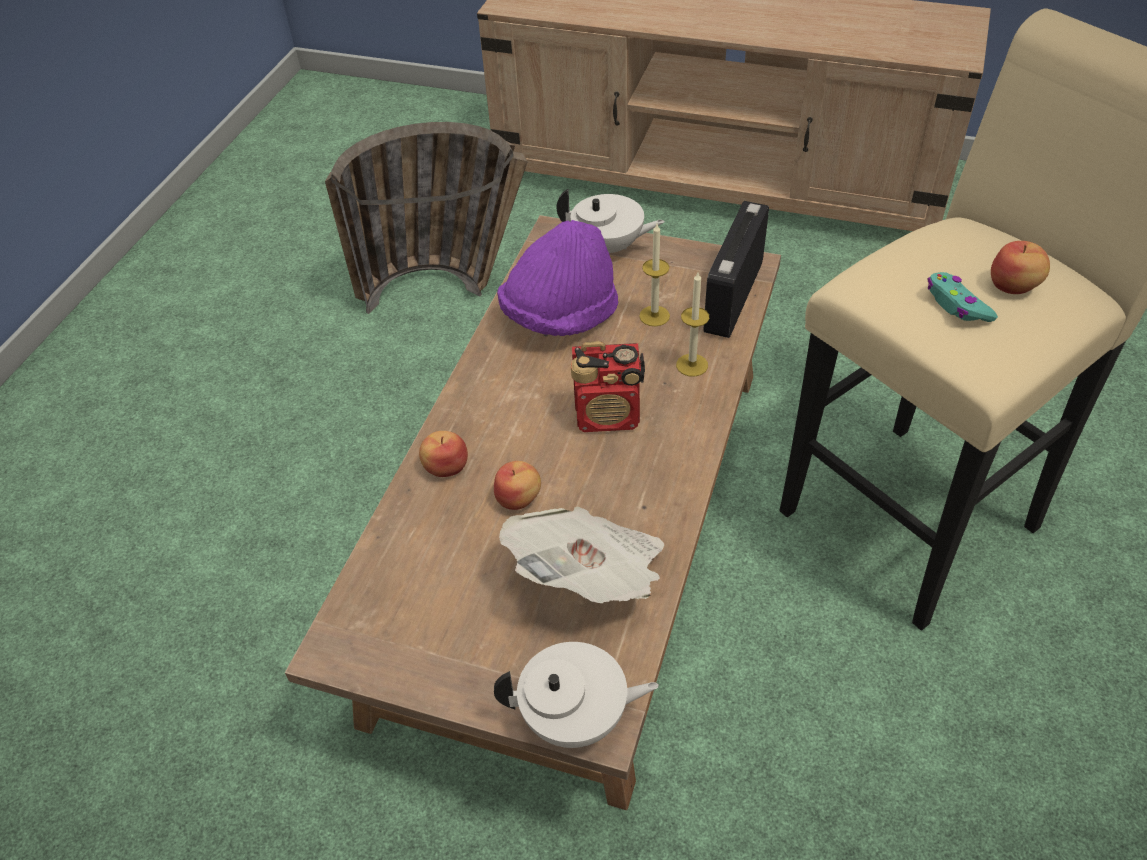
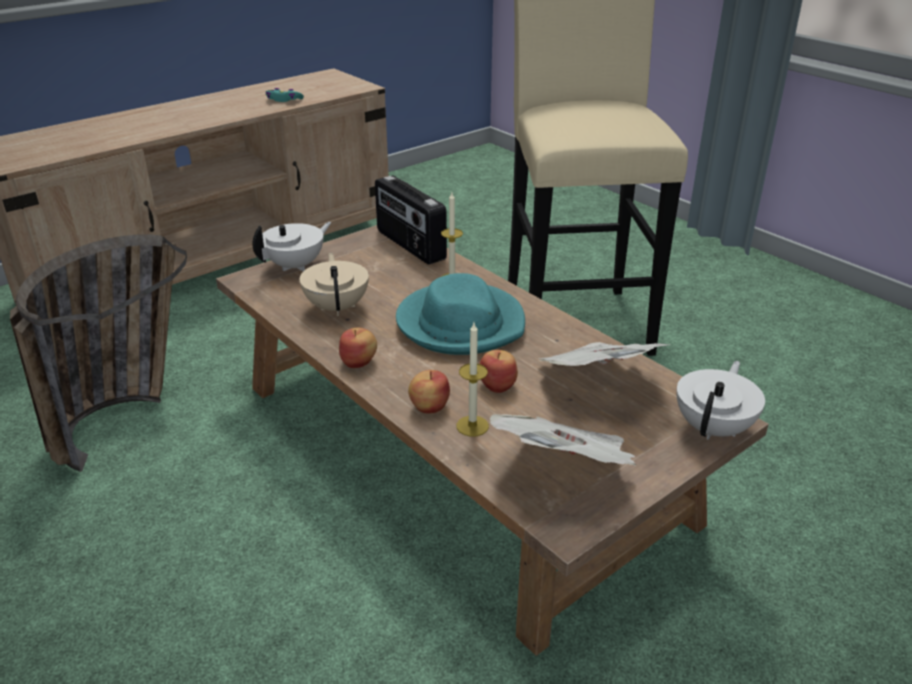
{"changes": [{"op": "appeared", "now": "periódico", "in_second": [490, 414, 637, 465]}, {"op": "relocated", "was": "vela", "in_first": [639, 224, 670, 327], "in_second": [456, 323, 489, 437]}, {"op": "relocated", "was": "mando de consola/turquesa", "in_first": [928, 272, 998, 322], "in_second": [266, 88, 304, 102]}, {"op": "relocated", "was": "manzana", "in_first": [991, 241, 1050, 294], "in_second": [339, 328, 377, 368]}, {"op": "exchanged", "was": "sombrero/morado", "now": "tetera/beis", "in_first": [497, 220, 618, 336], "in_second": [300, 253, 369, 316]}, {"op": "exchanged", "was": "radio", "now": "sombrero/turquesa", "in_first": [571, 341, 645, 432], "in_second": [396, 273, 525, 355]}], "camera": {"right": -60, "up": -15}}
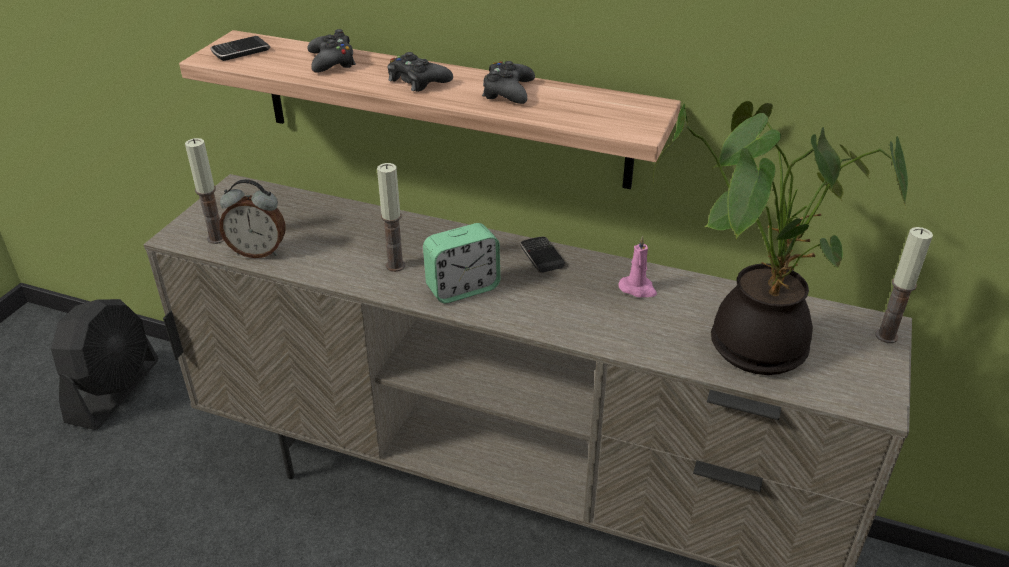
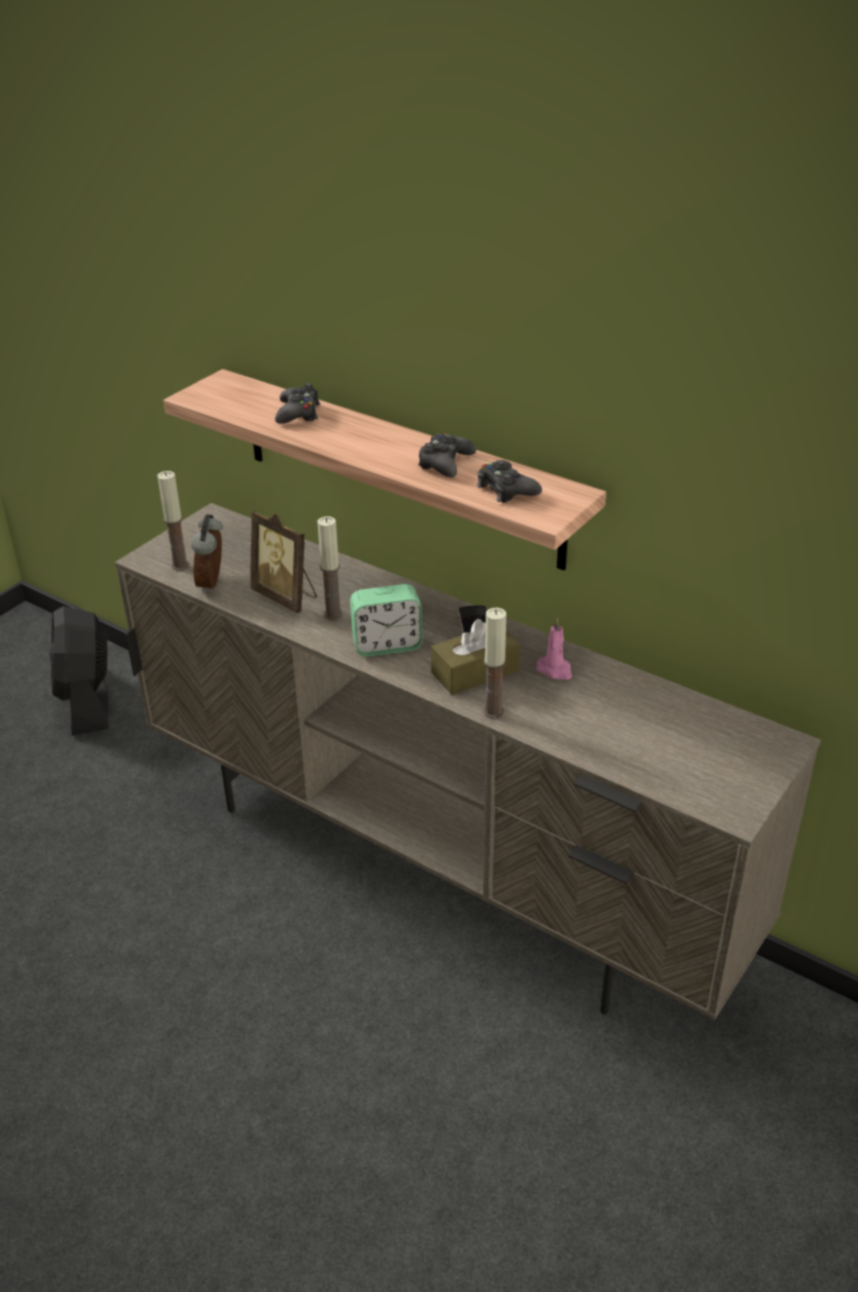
{"changes": [{"op": "missing", "was": "móvil", "in_first": [210, 36, 271, 61]}, {"op": "missing", "was": "planta en maceta", "in_first": [653, 101, 908, 375]}, {"op": "appeared", "now": "portarretratos", "in_second": [250, 510, 317, 613]}, {"op": "appeared", "now": "caja de pañuelos/marrón", "in_second": [431, 619, 520, 695]}, {"op": "relocated", "was": "mando de consola/negro", "in_first": [388, 52, 453, 92], "in_second": [477, 460, 542, 503]}, {"op": "relocated", "was": "vela", "in_first": [875, 227, 933, 343], "in_second": [483, 608, 506, 719]}, {"op": "spun", "was": "ventilador/negro", "in_first": [51, 299, 158, 430], "in_second": [49, 606, 108, 735], "clockwise": 135}, {"op": "spun", "was": "despertador", "in_first": [219, 179, 286, 258], "in_second": [191, 514, 223, 594], "clockwise": 75}], "camera": {"right": 15, "up": 0}}
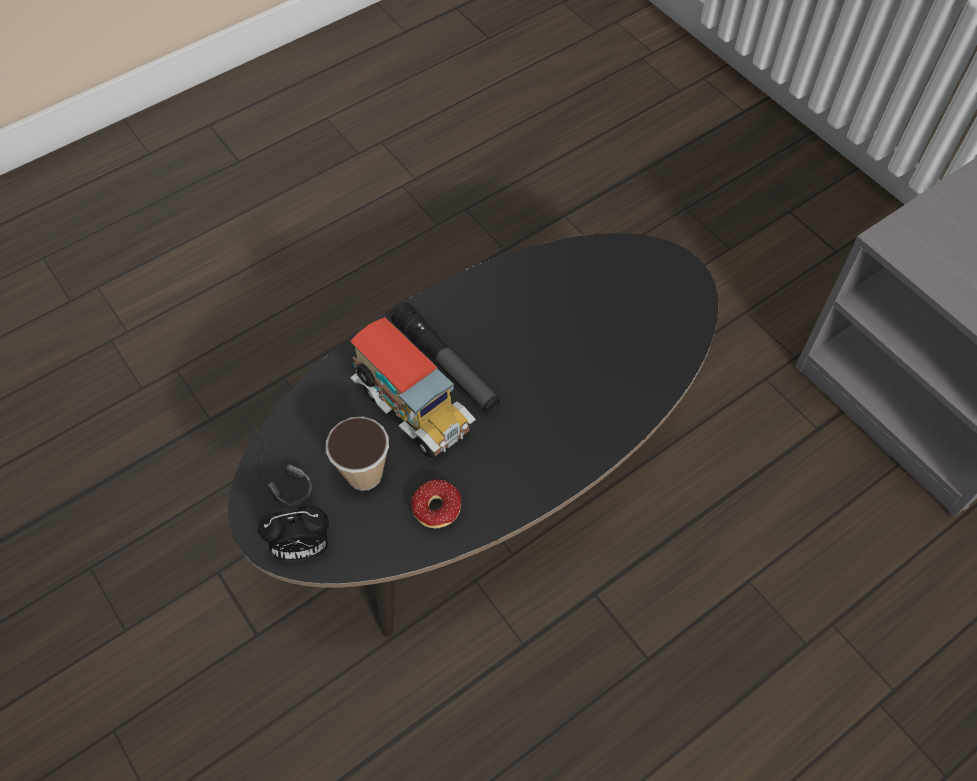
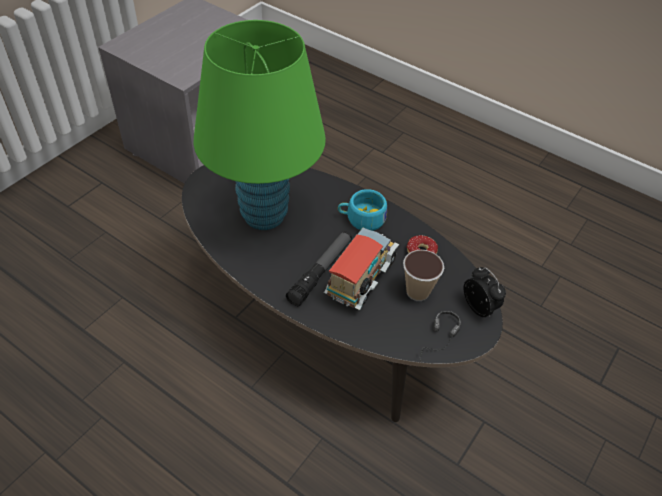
{"changes": [{"op": "appeared", "now": "lámpara de mesa/verde", "in_second": [194, 20, 326, 230]}, {"op": "appeared", "now": "taza/turquesa", "in_second": [338, 189, 387, 231]}], "camera": {"right": -110, "up": -10}}
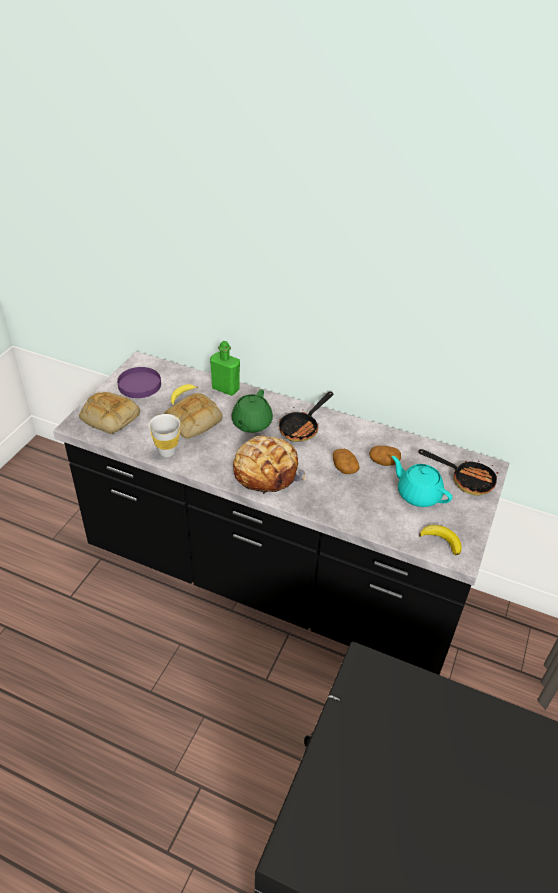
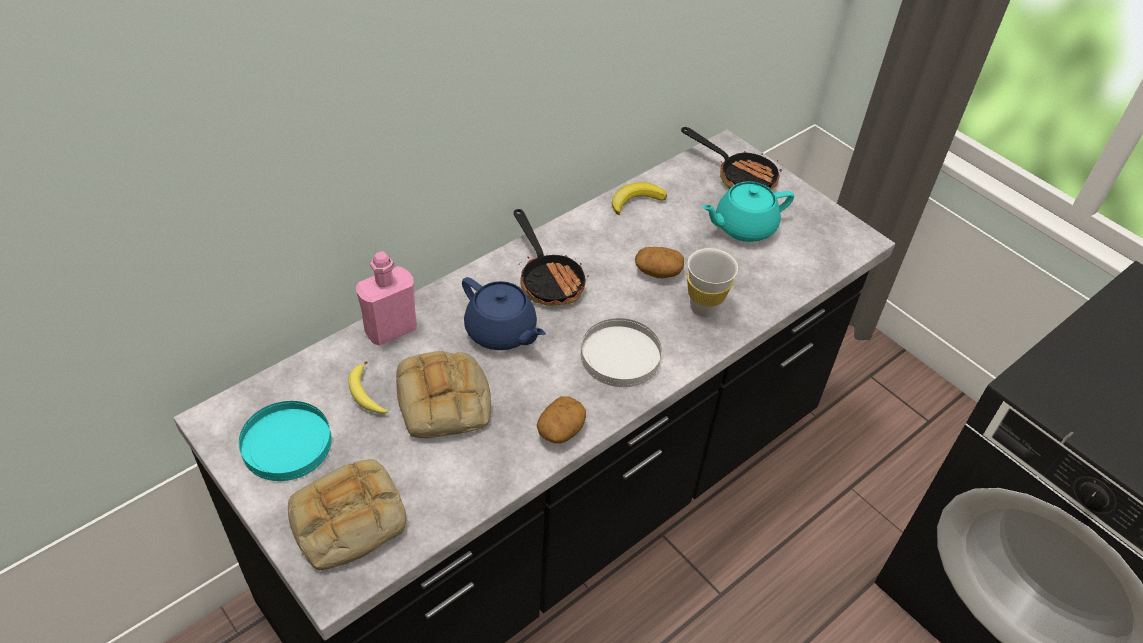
{"changes": [{"op": "relocated", "was": "taza/blanco", "in_first": [149, 414, 180, 457], "in_second": [687, 248, 738, 317]}, {"op": "relocated", "was": "patata", "in_first": [369, 446, 401, 466], "in_second": [537, 396, 586, 443]}, {"op": "relocated", "was": "plátano", "in_first": [419, 525, 462, 556], "in_second": [612, 182, 667, 215]}, {"op": "exchanged", "was": "pan", "now": "plato/blanco", "in_first": [233, 436, 307, 494], "in_second": [581, 318, 662, 387]}, {"op": "colour", "was": "plato/morado", "now": "plato/turquesa", "in_first": [117, 367, 161, 398], "in_second": [239, 401, 332, 481]}, {"op": "colour", "was": "botella/verde", "now": "botella/rosa", "in_first": [210, 341, 240, 396], "in_second": [356, 252, 417, 346]}, {"op": "colour", "was": "tetera/verde", "now": "tetera/azul", "in_first": [232, 389, 273, 433], "in_second": [462, 277, 546, 350]}, {"op": "spun", "was": "sartén", "in_first": [418, 449, 498, 496], "in_second": [681, 127, 783, 189], "clockwise": 75}], "camera": {"right": -65, "up": 5}}
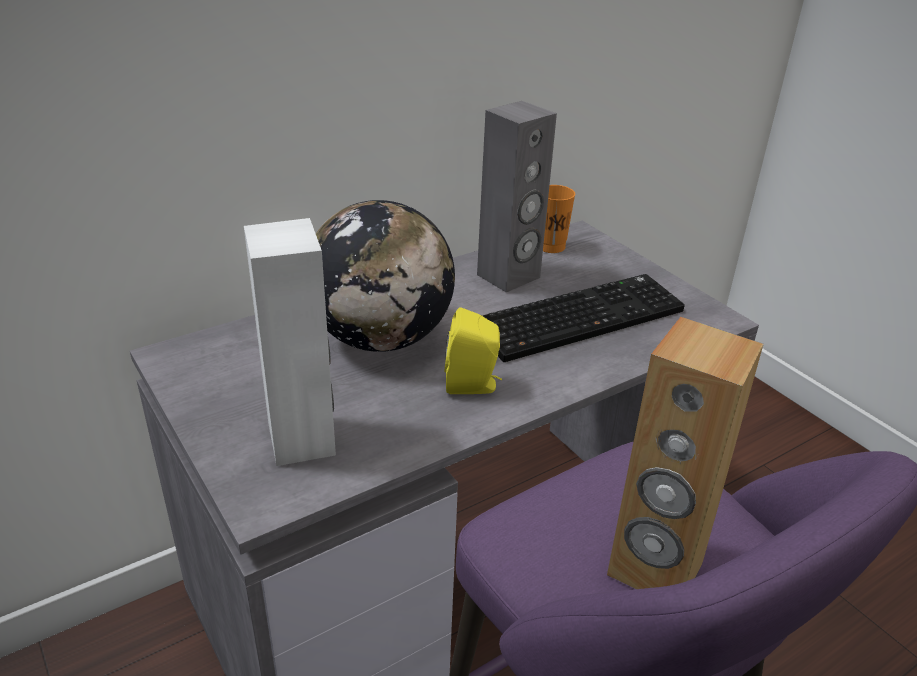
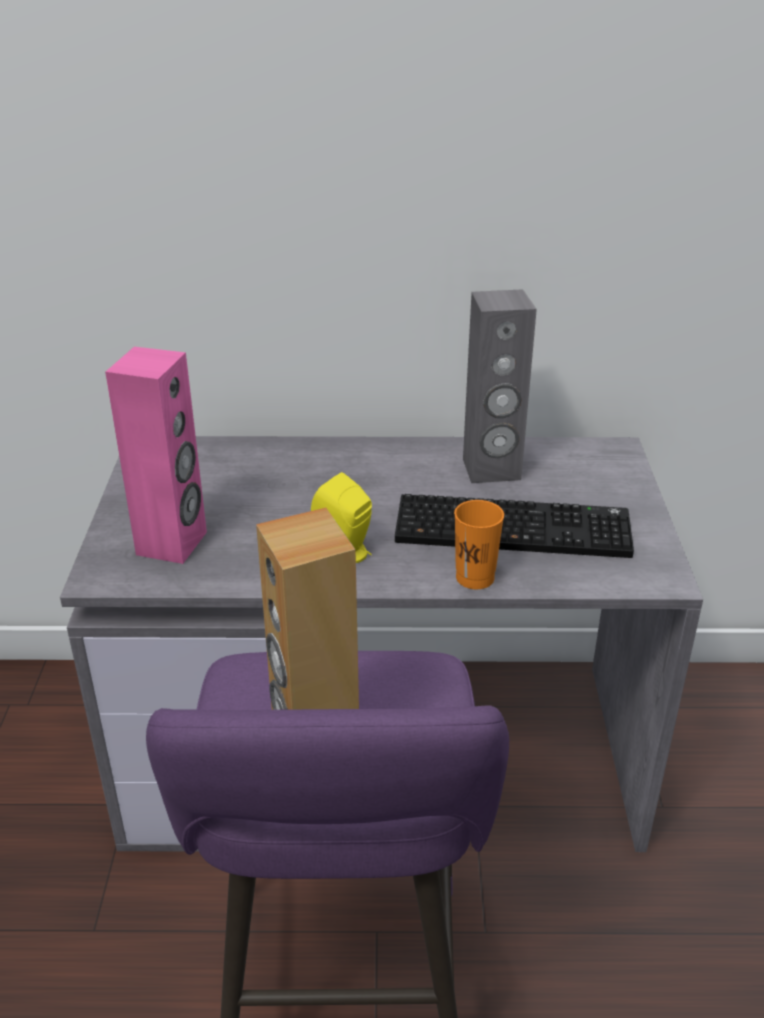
{"changes": [{"op": "missing", "was": "globo terráqueo", "in_first": [316, 200, 455, 352]}, {"op": "relocated", "was": "taza/naranja", "in_first": [543, 185, 575, 253], "in_second": [454, 500, 504, 589]}, {"op": "colour", "was": "altavoz/blanco", "now": "altavoz/rosa", "in_first": [244, 218, 336, 466], "in_second": [105, 347, 207, 564]}], "camera": {"right": 35, "up": 0}}
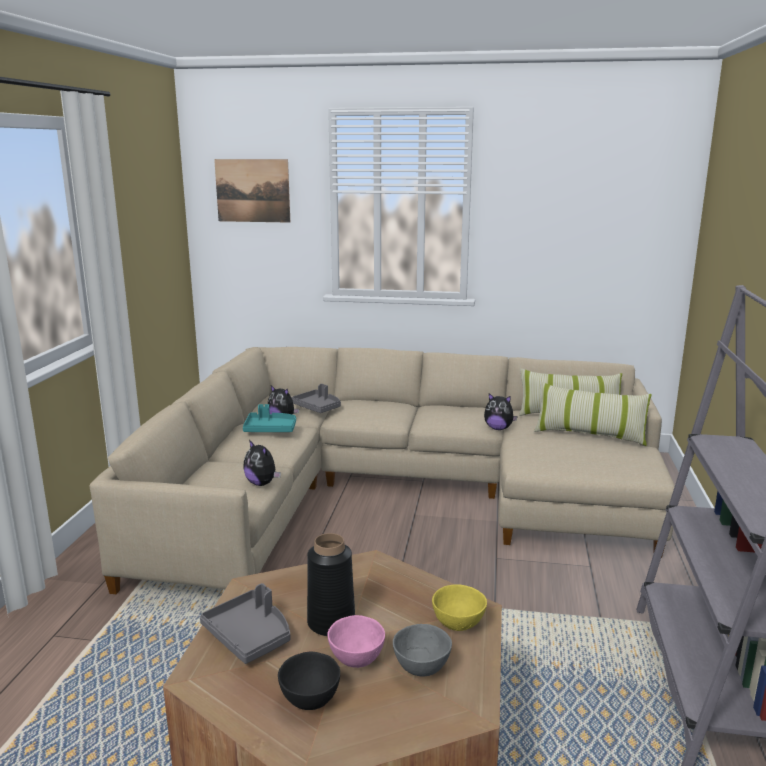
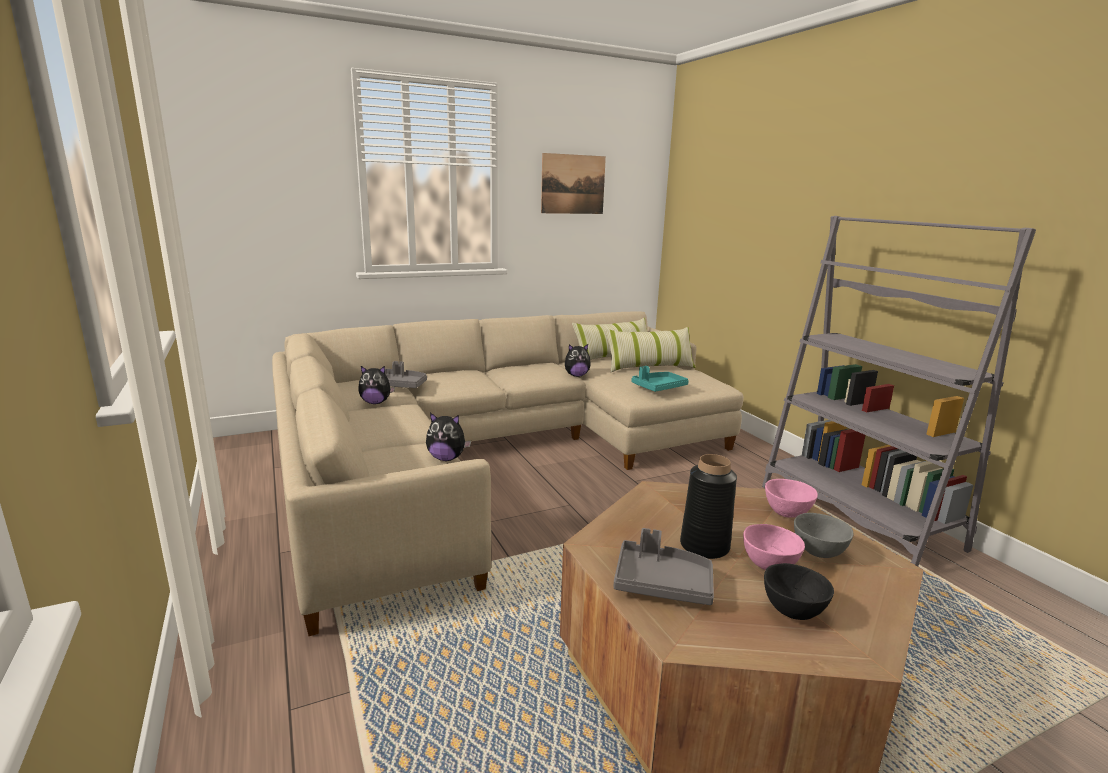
{"changes": [{"op": "relocated", "was": "cuadro", "in_first": [214, 159, 290, 223], "in_second": [541, 153, 606, 214]}, {"op": "relocated", "was": "bandeja/turquesa", "in_first": [243, 404, 296, 432], "in_second": [631, 366, 689, 392]}, {"op": "colour", "was": "cuenco/amarillo", "now": "cuenco/rosa", "in_first": [432, 584, 487, 631], "in_second": [765, 479, 818, 518]}], "camera": {"right": -35, "up": 0}}
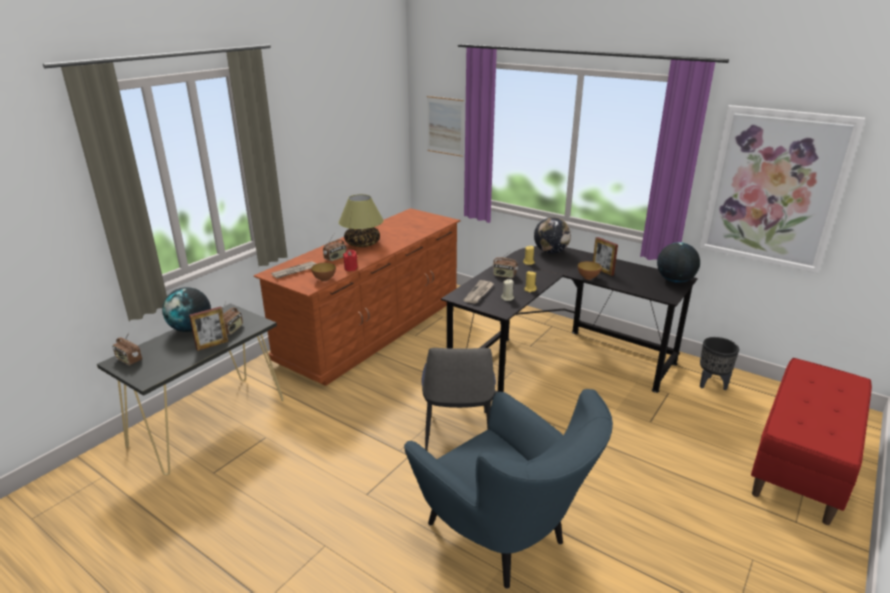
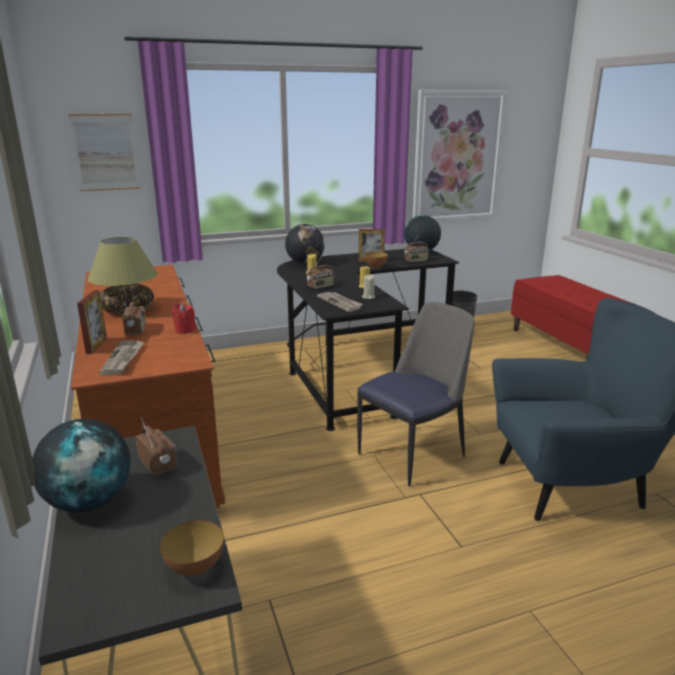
{"changes": [{"op": "relocated", "was": "radio", "in_first": [112, 332, 142, 366], "in_second": [404, 235, 429, 262]}, {"op": "relocated", "was": "portarretratos", "in_first": [189, 306, 228, 351], "in_second": [77, 290, 107, 354]}, {"op": "relocated", "was": "cuenco", "in_first": [311, 262, 336, 282], "in_second": [160, 520, 224, 576]}, {"op": "spun", "was": "silla", "in_first": [421, 348, 496, 450], "in_second": [357, 302, 475, 486], "clockwise": -75}], "camera": {"right": -55, "up": -5}}
